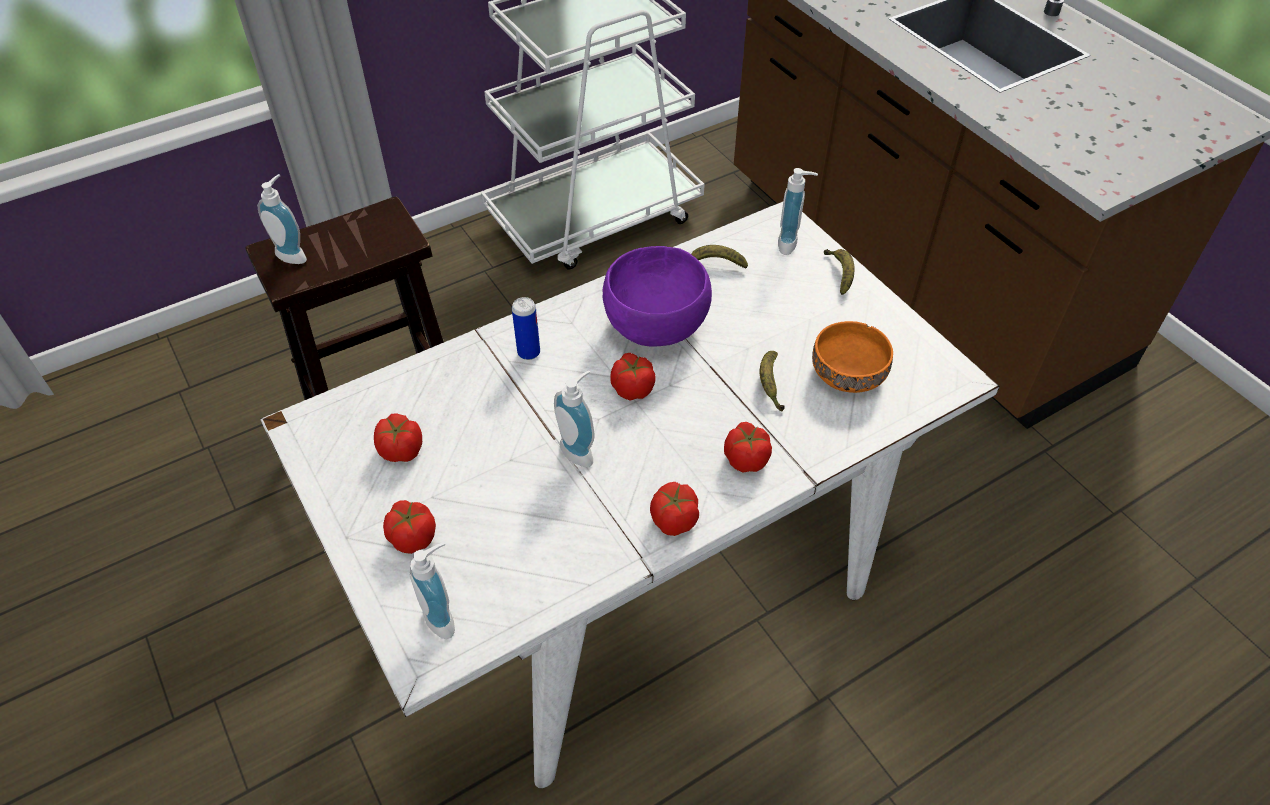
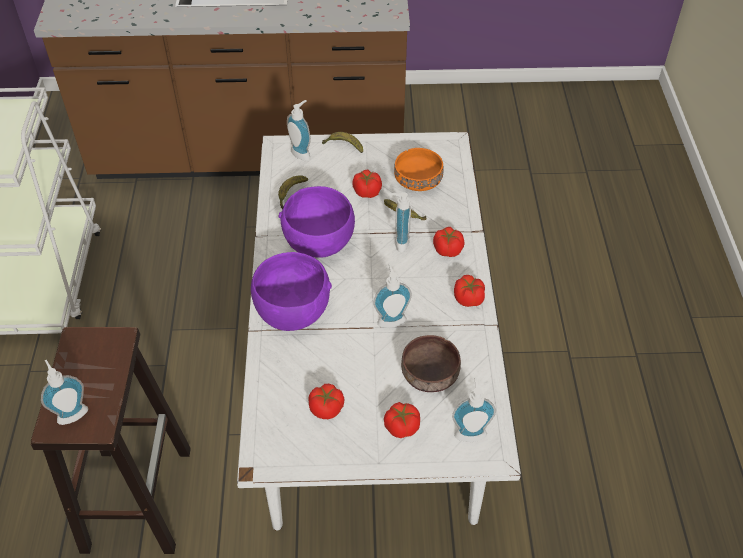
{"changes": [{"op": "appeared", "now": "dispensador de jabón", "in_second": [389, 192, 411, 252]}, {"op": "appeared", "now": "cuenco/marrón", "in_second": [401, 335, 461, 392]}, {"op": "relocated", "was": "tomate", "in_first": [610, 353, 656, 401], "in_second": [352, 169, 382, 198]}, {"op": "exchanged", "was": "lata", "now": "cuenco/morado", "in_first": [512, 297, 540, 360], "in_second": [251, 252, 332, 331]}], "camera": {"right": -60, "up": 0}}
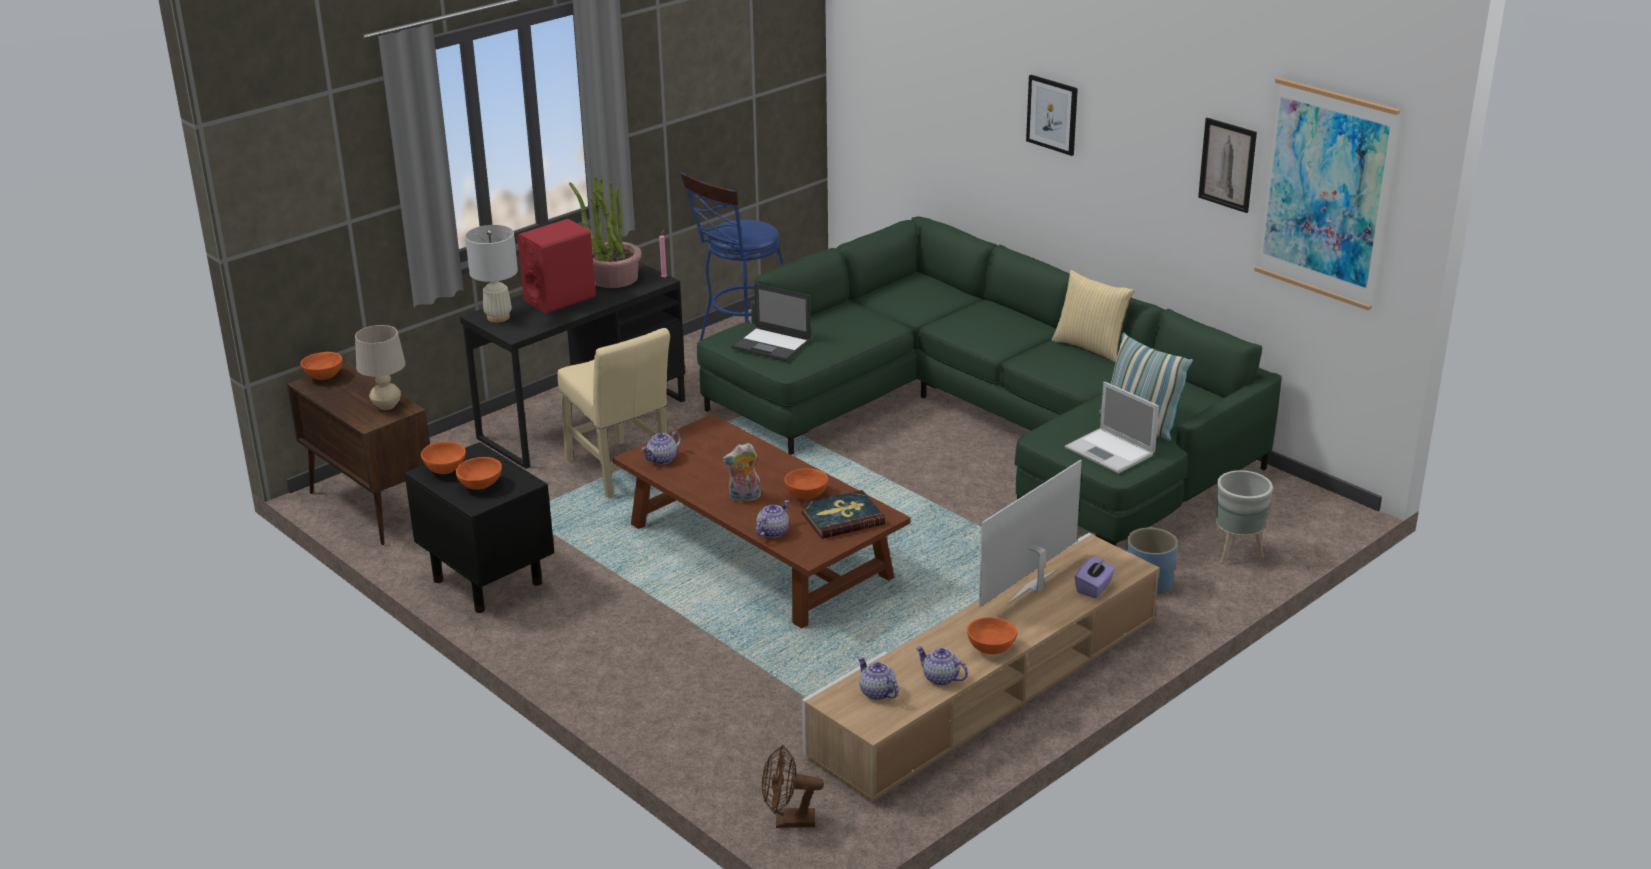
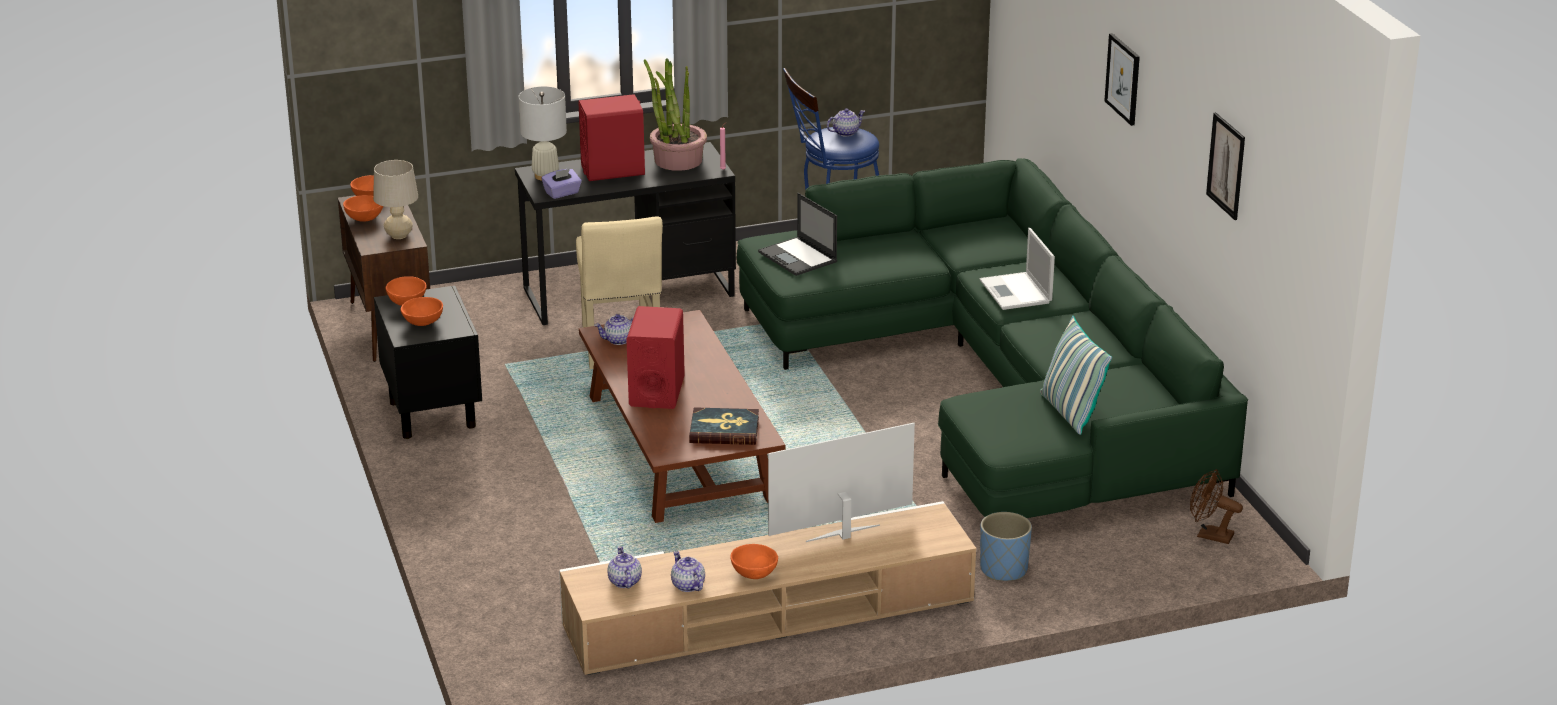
{"changes": [{"op": "missing", "was": "cojín", "in_first": [1052, 270, 1135, 363]}, {"op": "missing", "was": "maceta/gris", "in_first": [1216, 470, 1273, 564]}, {"op": "missing", "was": "cuadro", "in_first": [1254, 78, 1400, 310]}, {"op": "relocated", "was": "tetera", "in_first": [756, 500, 789, 538], "in_second": [827, 109, 865, 137]}, {"op": "relocated", "was": "ventilador/marrón", "in_first": [762, 745, 824, 828], "in_second": [1190, 469, 1243, 544]}, {"op": "relocated", "was": "cuenco/naranja", "in_first": [784, 468, 828, 499], "in_second": [343, 195, 383, 222]}, {"op": "relocated", "was": "portátil", "in_first": [1065, 382, 1159, 474], "in_second": [980, 228, 1055, 310]}, {"op": "relocated", "was": "caja de pañuelos/morado", "in_first": [1075, 556, 1115, 598], "in_second": [541, 169, 582, 199]}, {"op": "exchanged", "was": "peluche", "now": "altavoz/rojo", "in_first": [722, 443, 761, 502], "in_second": [626, 306, 685, 409]}], "camera": {"right": 25, "up": 0}}
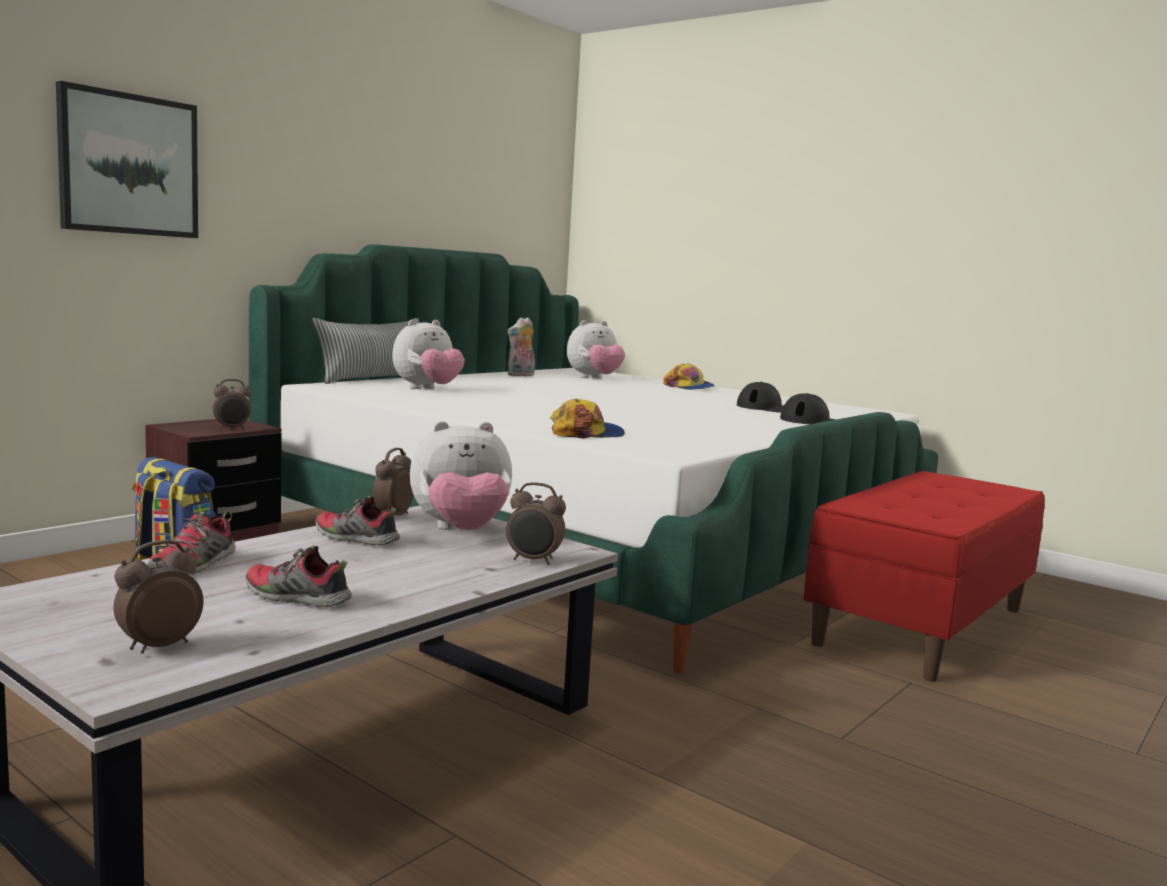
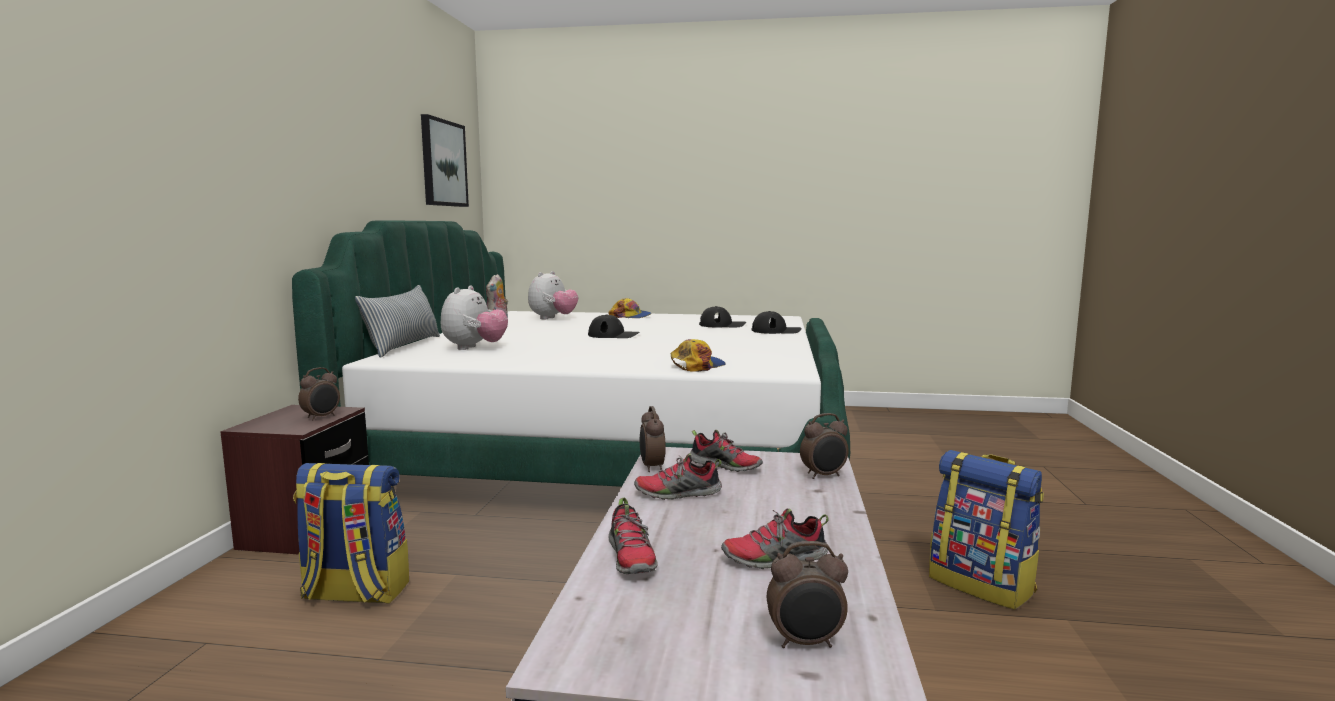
{"changes": [{"op": "missing", "was": "banco/rojo", "in_first": [804, 471, 1045, 682]}, {"op": "appeared", "now": "gorra/negro", "in_second": [588, 314, 639, 338]}, {"op": "appeared", "now": "mochila", "in_second": [929, 450, 1044, 610]}, {"op": "relocated", "was": "cuadro", "in_first": [56, 81, 198, 238], "in_second": [421, 114, 469, 207]}, {"op": "exchanged", "was": "peluche", "now": "zapato", "in_first": [410, 421, 512, 530], "in_second": [690, 430, 763, 472]}, {"op": "spun", "was": "despertador", "in_first": [114, 540, 203, 654], "in_second": [767, 541, 848, 648], "clockwise": -105}], "camera": {"right": -30, "up": 0}}
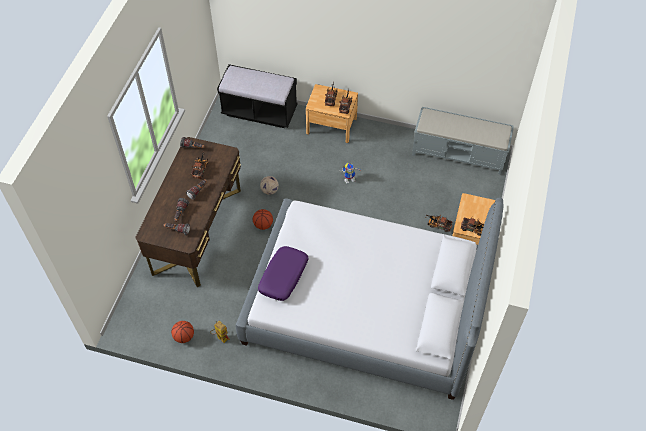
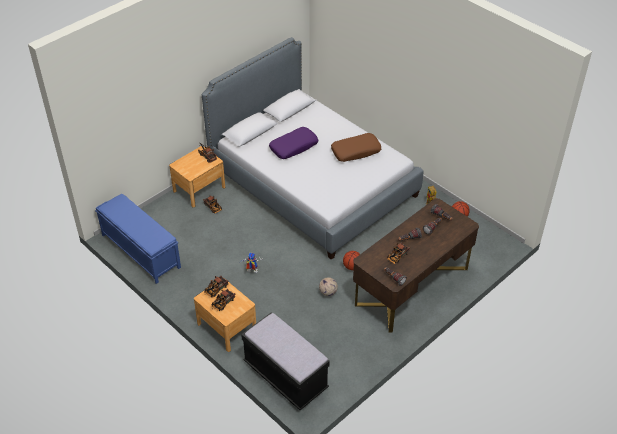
{"changes": [{"op": "appeared", "now": "cojín/marrón", "in_second": [331, 133, 381, 162]}, {"op": "relocated", "was": "cojín/morado", "in_first": [258, 246, 308, 301], "in_second": [269, 127, 318, 159]}, {"op": "colour", "was": "banco/gris", "now": "banco/azul", "in_first": [412, 107, 514, 175], "in_second": [95, 194, 181, 284]}], "camera": {"right": -150, "up": -10}}
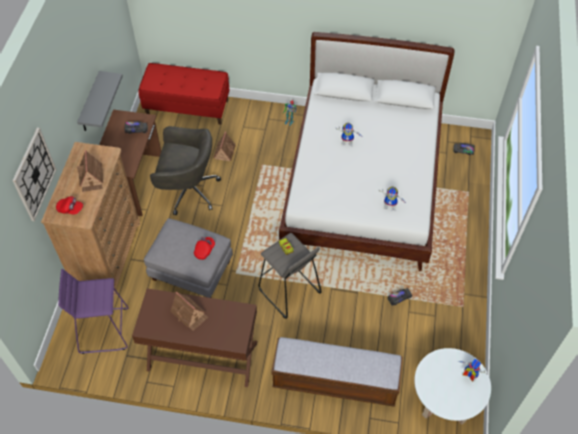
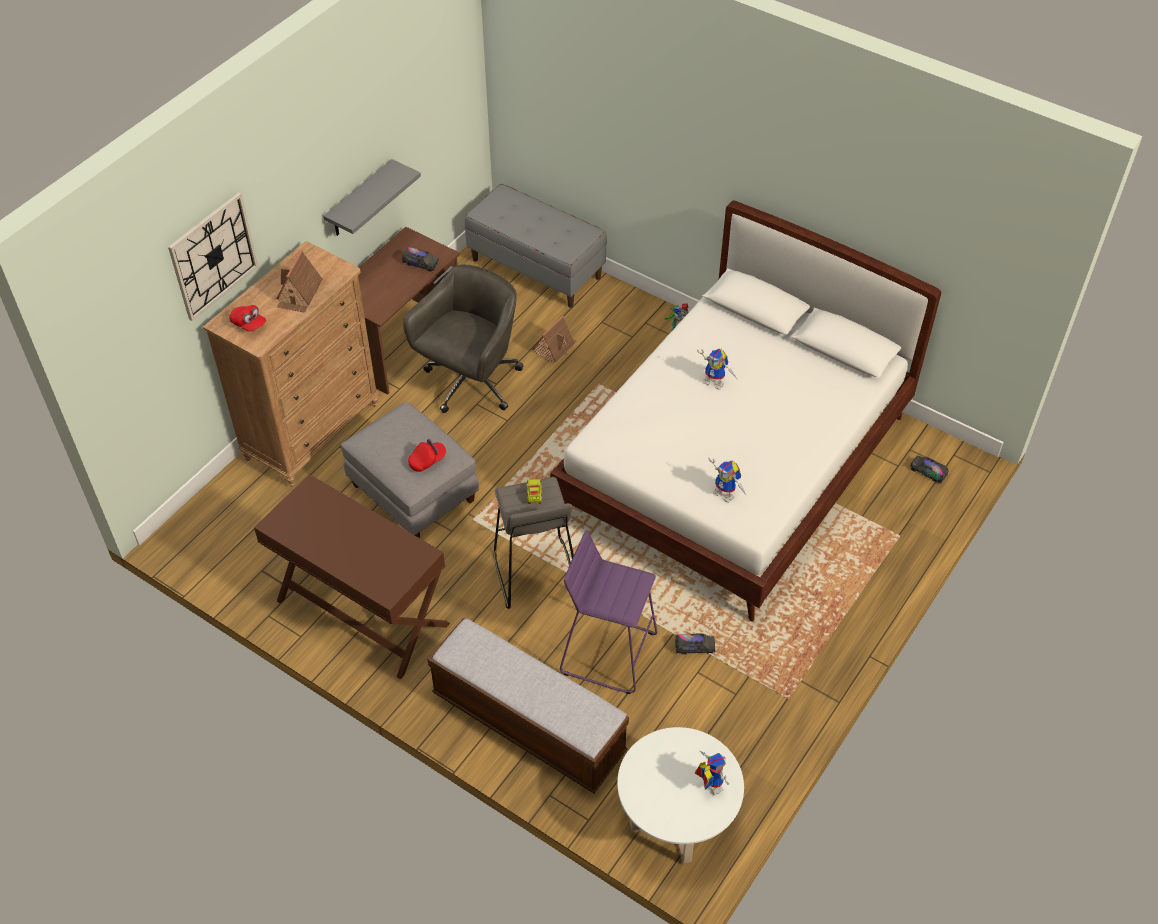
{"changes": [{"op": "missing", "was": "casita", "in_first": [170, 292, 208, 331]}, {"op": "relocated", "was": "taburete/morado", "in_first": [58, 269, 128, 354], "in_second": [560, 530, 657, 694]}, {"op": "colour", "was": "banco/rojo", "now": "banco/gris", "in_first": [138, 63, 229, 125], "in_second": [465, 184, 607, 308]}, {"op": "spun", "was": "silla de oficina/gris", "in_first": [150, 126, 221, 215], "in_second": [403, 265, 523, 413], "clockwise": -90}], "camera": {"right": 25, "up": -5}}
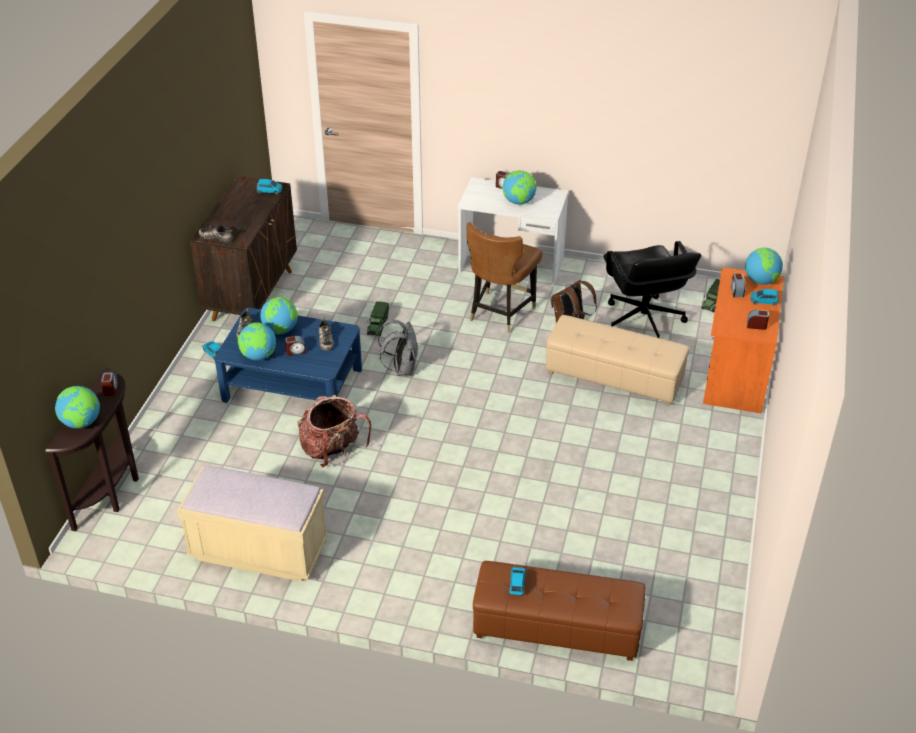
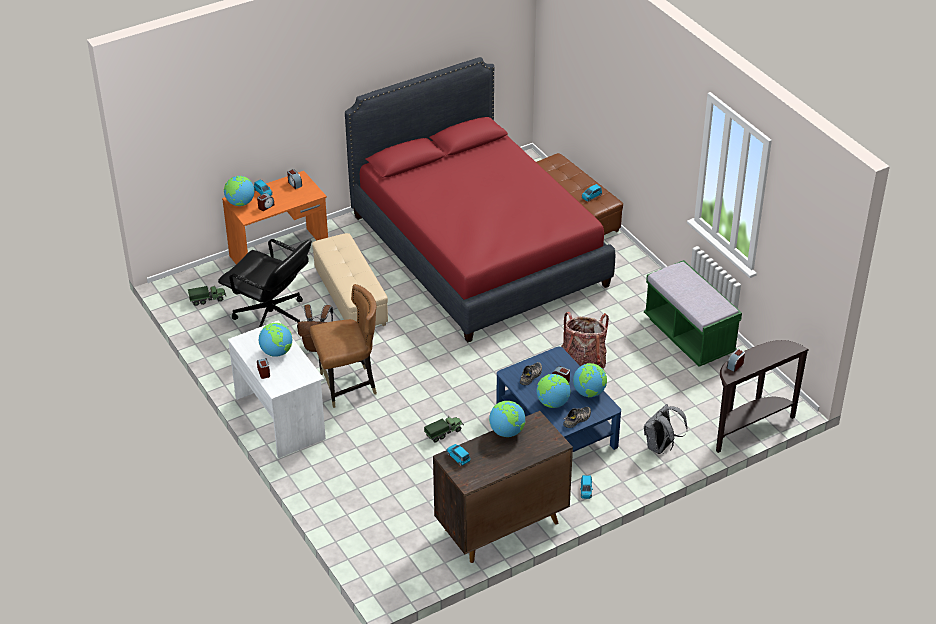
{"changes": [{"op": "missing", "was": "zapato", "in_first": [199, 225, 233, 243]}, {"op": "appeared", "now": "cama/rojo", "in_second": [345, 57, 615, 342]}, {"op": "relocated", "was": "globo terráqueo", "in_first": [55, 386, 100, 429], "in_second": [489, 401, 525, 437]}, {"op": "relocated", "was": "mochila/gris", "in_first": [378, 320, 418, 376], "in_second": [644, 404, 688, 454]}, {"op": "colour", "was": "banco/beis", "now": "banco/verde", "in_first": [177, 466, 328, 582], "in_second": [644, 260, 742, 367]}, {"op": "spun", "was": "silla de oficina/negro", "in_first": [604, 241, 701, 338], "in_second": [218, 239, 312, 328], "clockwise": 90}], "camera": {"right": -135, "up": 0}}
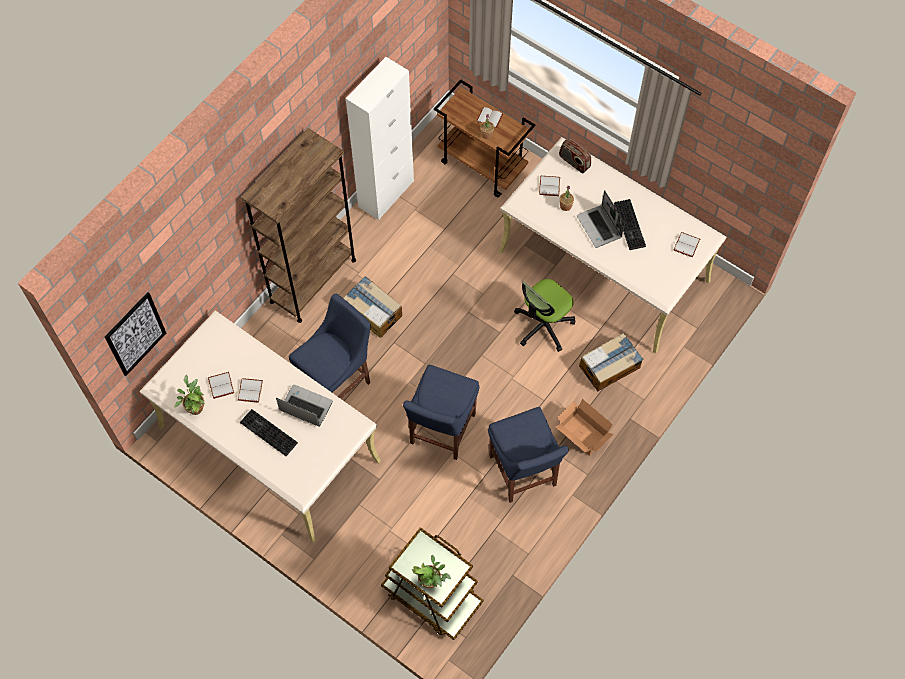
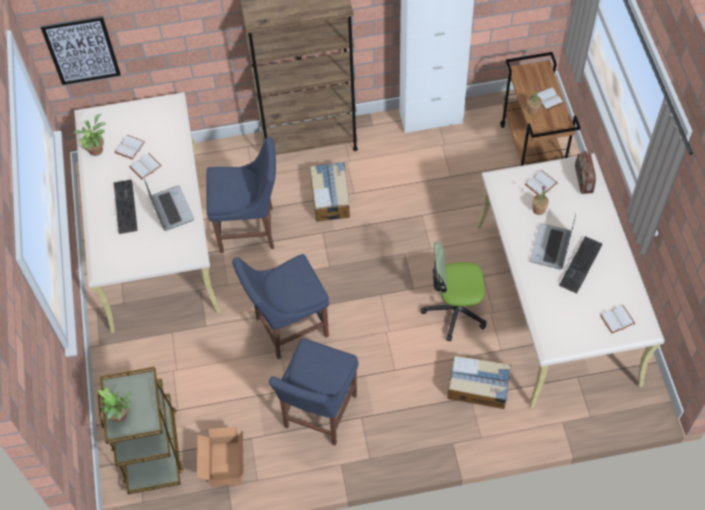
{"changes": [{"op": "relocated", "was": "caja de cartón", "in_first": [556, 399, 613, 456], "in_second": [197, 427, 244, 487]}], "camera": {"right": 45, "up": -5}}
